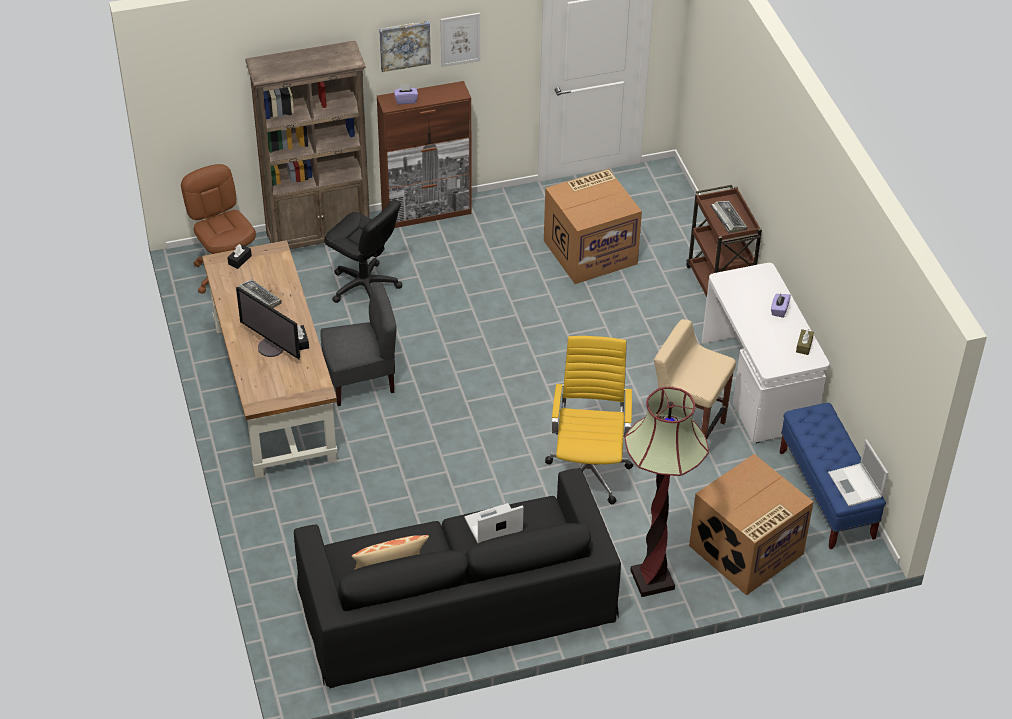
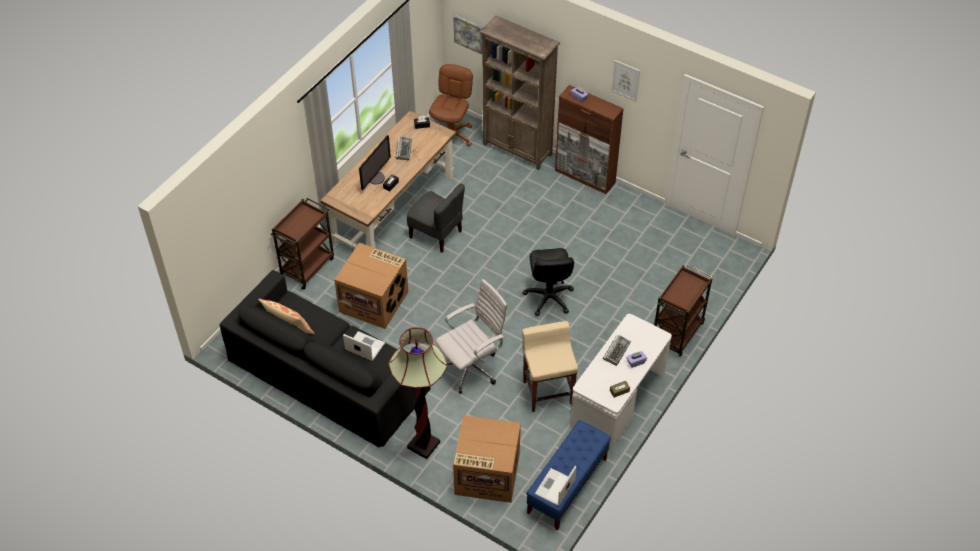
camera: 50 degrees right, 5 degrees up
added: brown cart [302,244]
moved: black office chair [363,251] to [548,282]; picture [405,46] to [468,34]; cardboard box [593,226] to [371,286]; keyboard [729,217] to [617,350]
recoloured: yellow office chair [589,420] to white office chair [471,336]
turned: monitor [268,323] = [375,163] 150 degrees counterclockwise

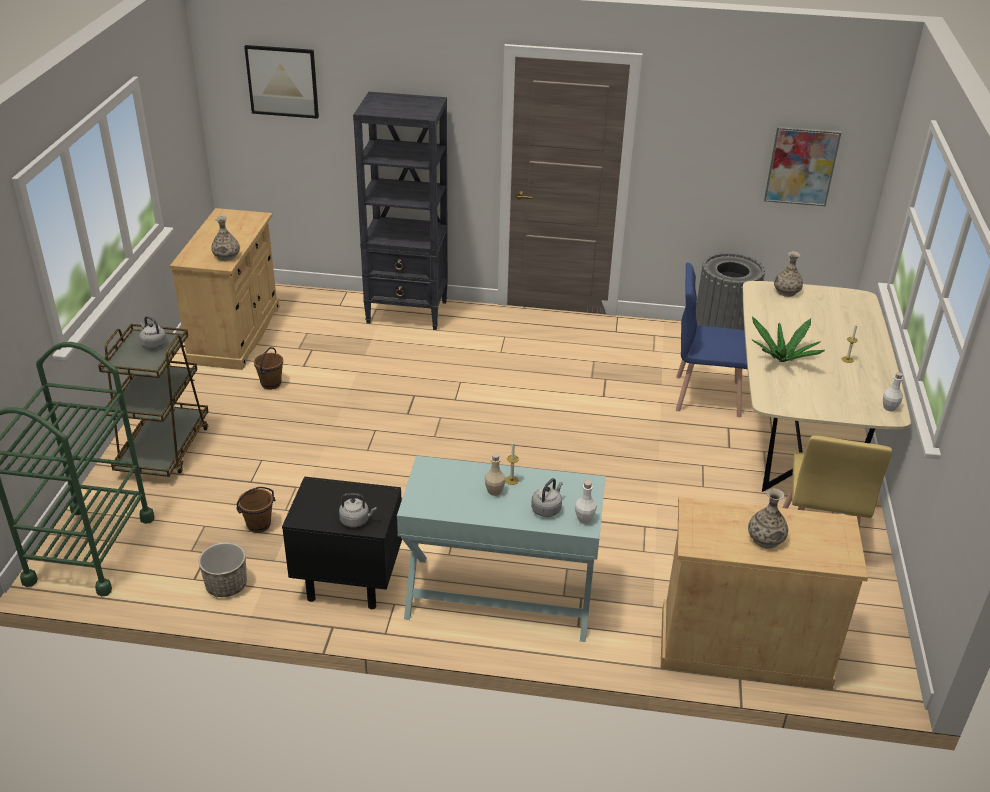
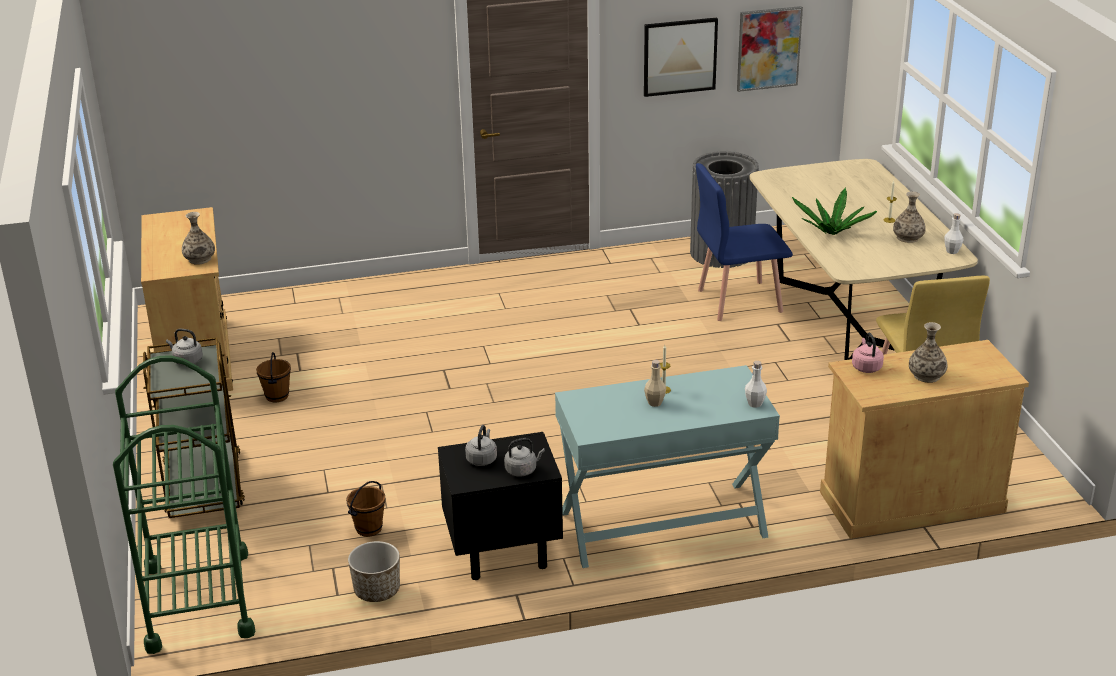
camera: 20 degrees left, 5 degrees down
removed: black bookcase [400,211]
added: pink kettle [868,353]
moved: picture [281,82] to [681,57]; grey kettle [547,497] to [481,445]; vase [788,274] to [909,217]

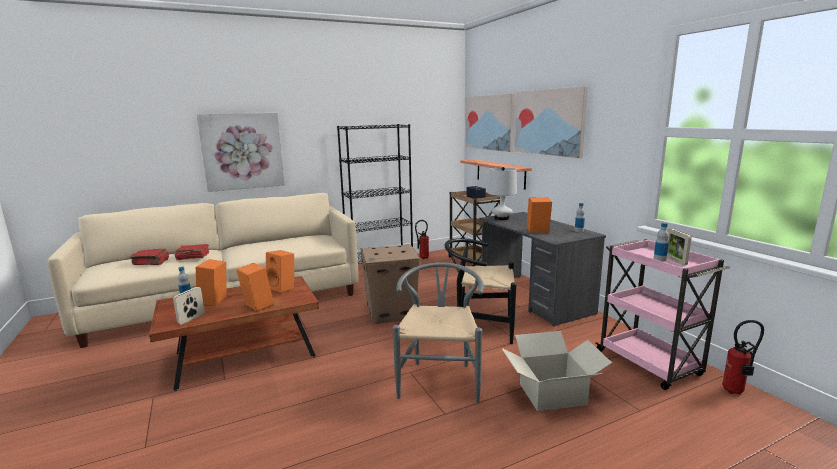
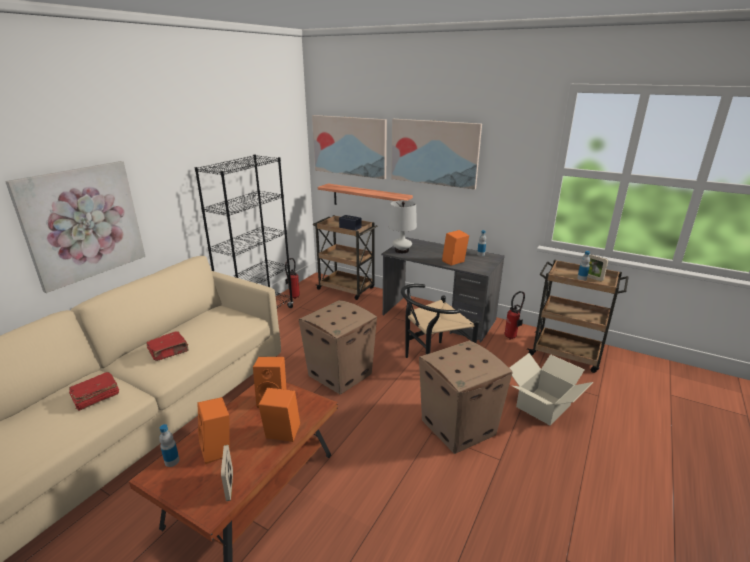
camera: 35 degrees left, 10 degrees up
moved: red book [149,256] to [167,346]; fire extinguisher [743,357] to [514,315]
replaced: grey chair [438,332] to cardboard box [466,397]
recoloured: pink cart [662,314] to brown cart [578,316]

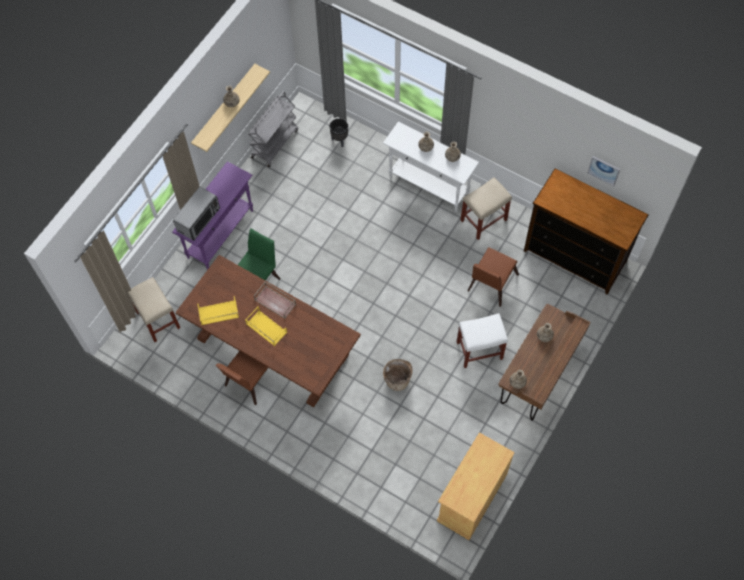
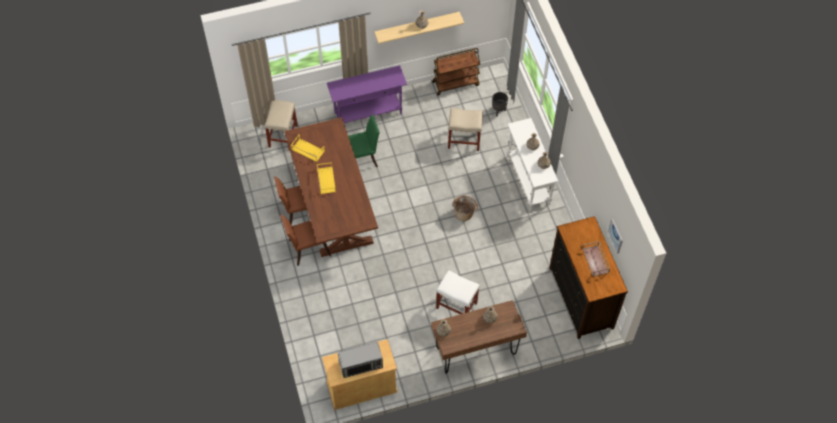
camera: 40 degrees right, 5 degrees down
moved: microwave [196,214] to [360,360]; brown tray [275,300] to [596,259]; basket [398,375] to [465,208]; beige stool [486,208] to [465,129]; brown chair [493,277] to [305,240]
recoloured: grey cart [273,129] to brown cart [456,71]

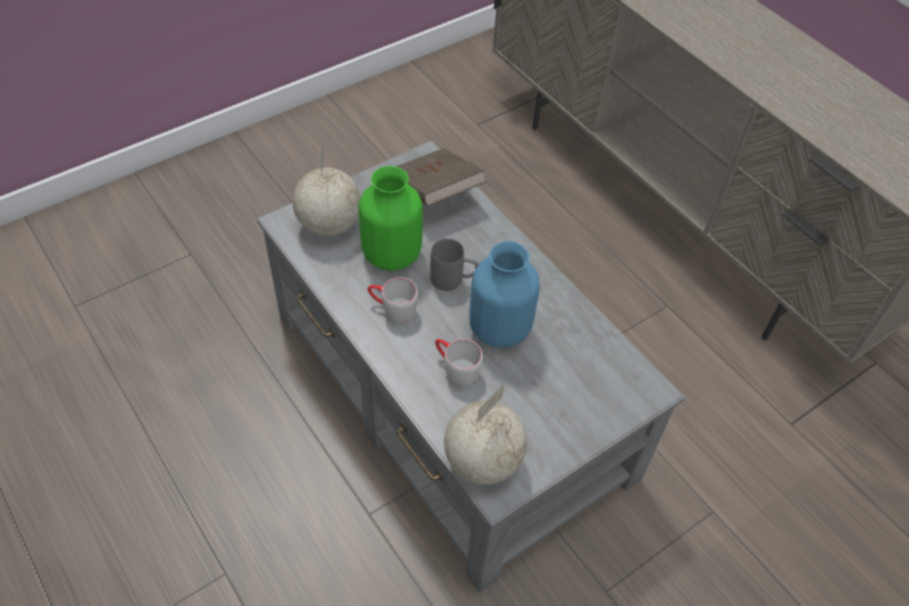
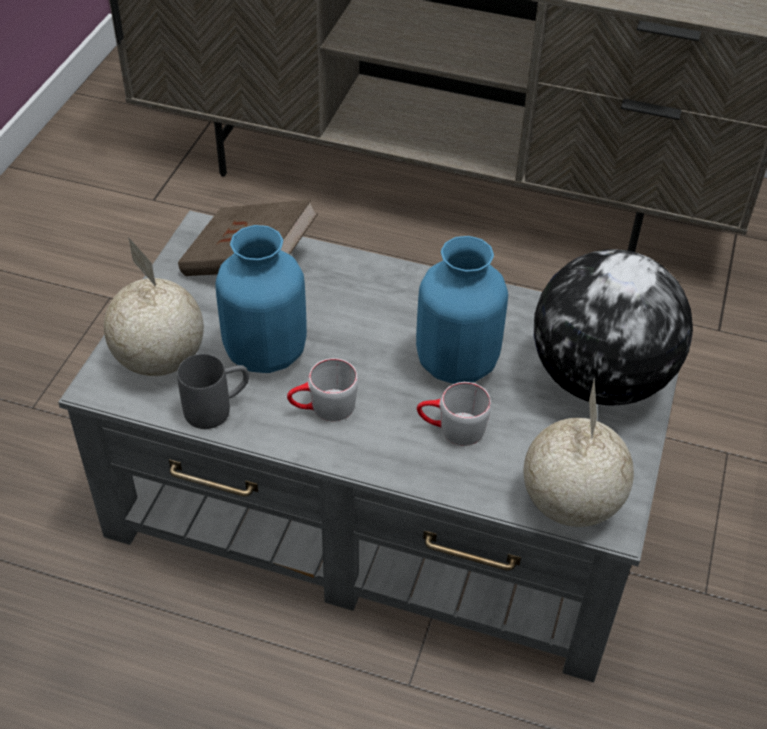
camera: 35 degrees left, 5 degrees down
added: globe [613,327]
moved: grey mug [454,265] to [213,391]
recoloured: green vase [390,218] to blue vase [261,299]

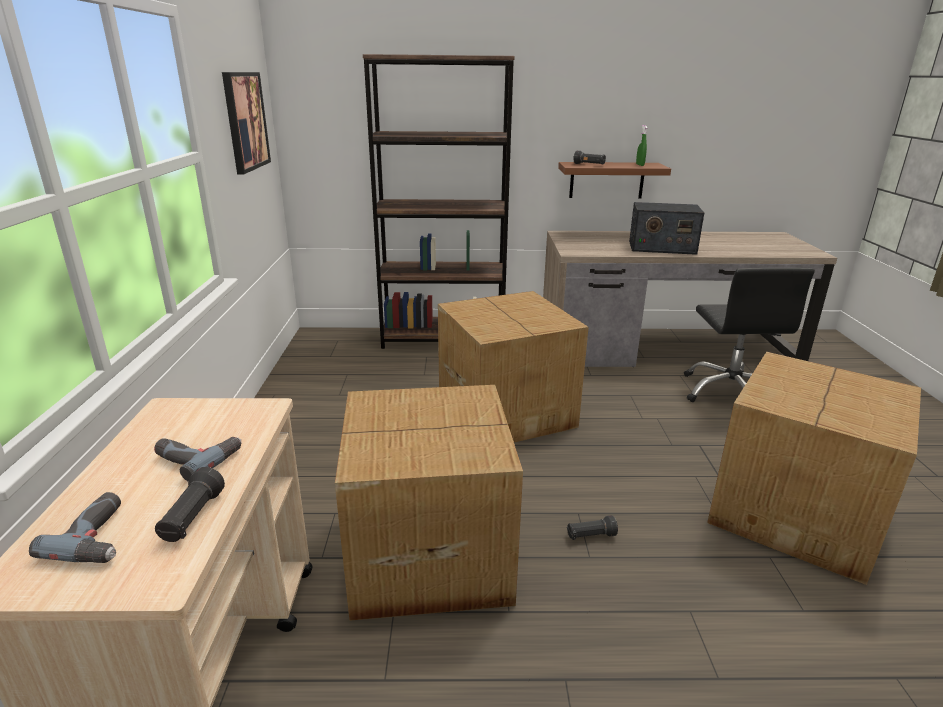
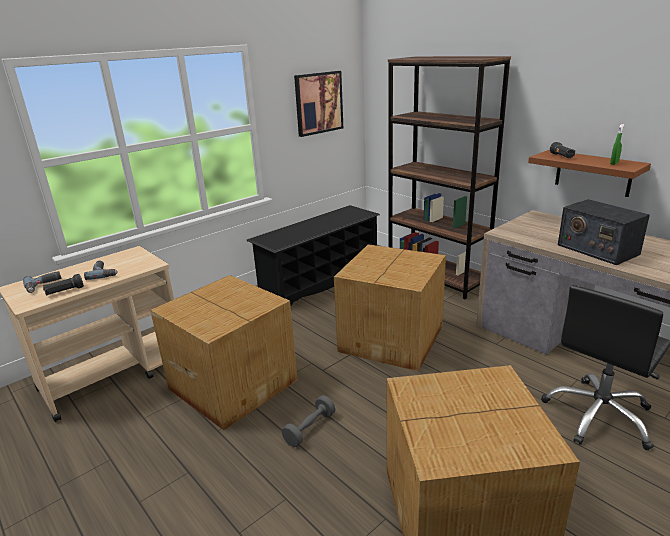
camera: 50 degrees right, 0 degrees up
added: black shoe rack [313,255]
replaced: black flashlight [592,527] to grey dumbbell [308,421]

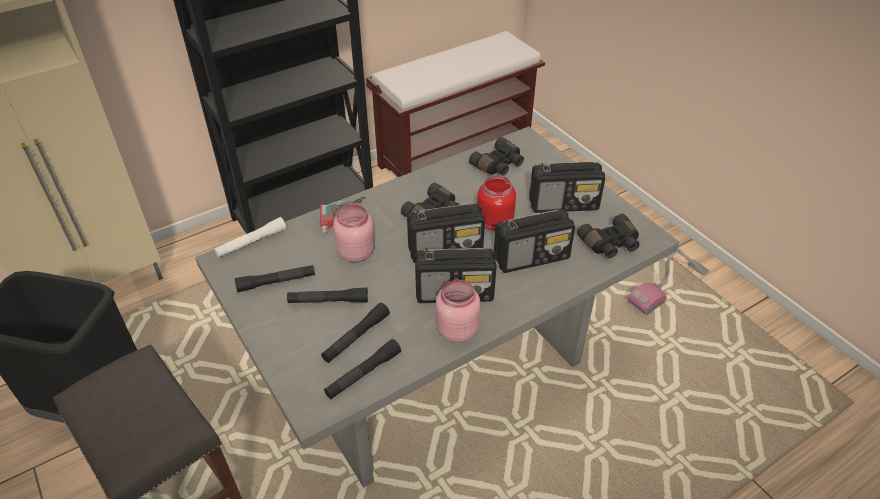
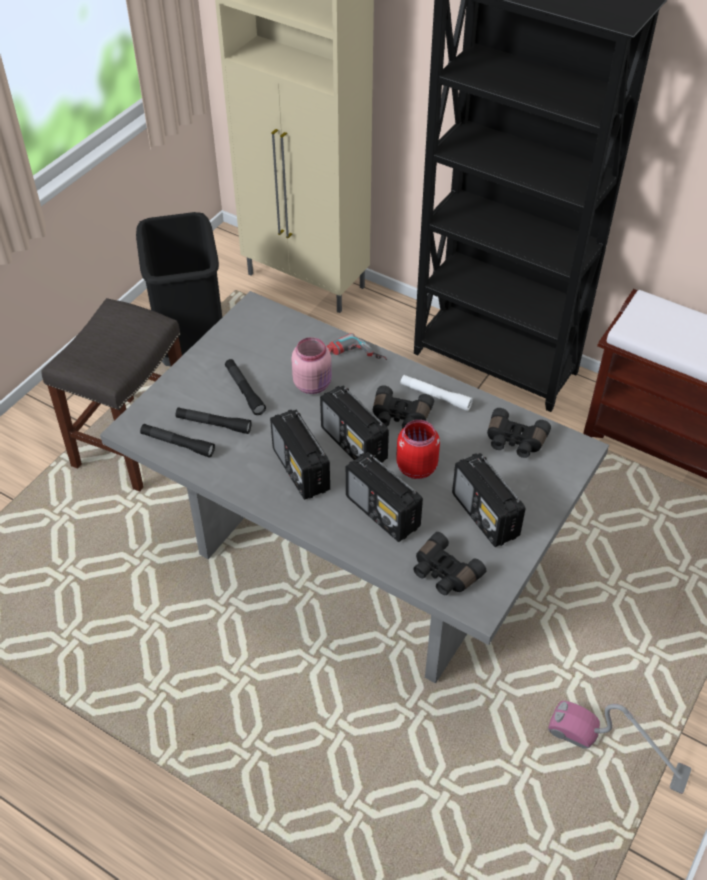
camera: 65 degrees right, 5 degrees up
removed: black flashlight [275,278]; pink jar [458,311]
moved: white flashlight [250,237] to [436,393]

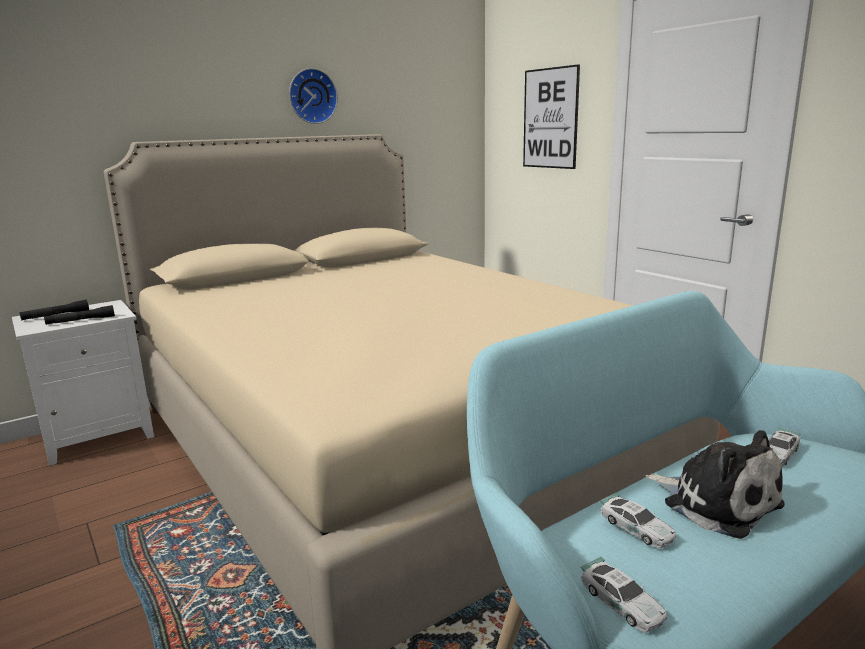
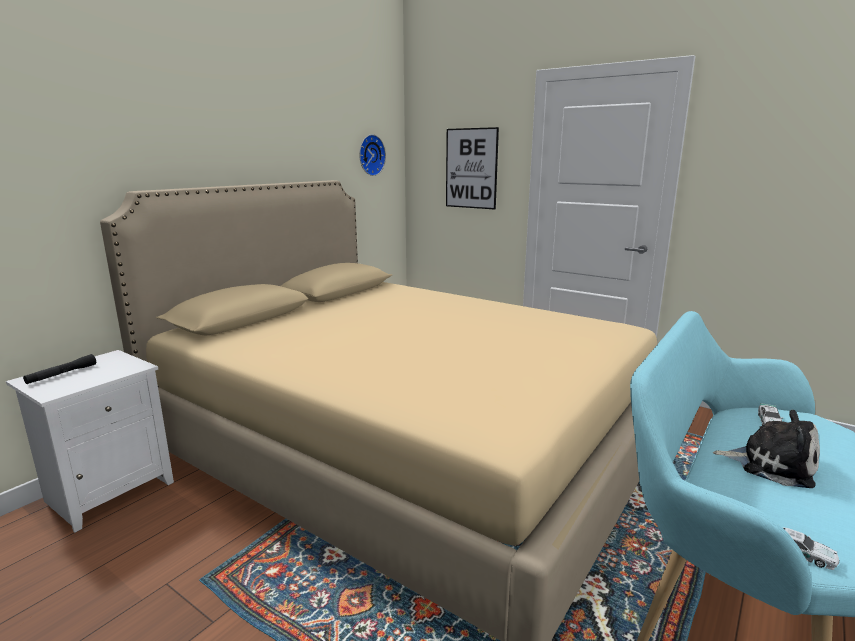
camera: 20 degrees left, 0 degrees up
removed: black flashlight [79,315]; toy car [638,521]
moved: wall clock [313,96] to [372,155]

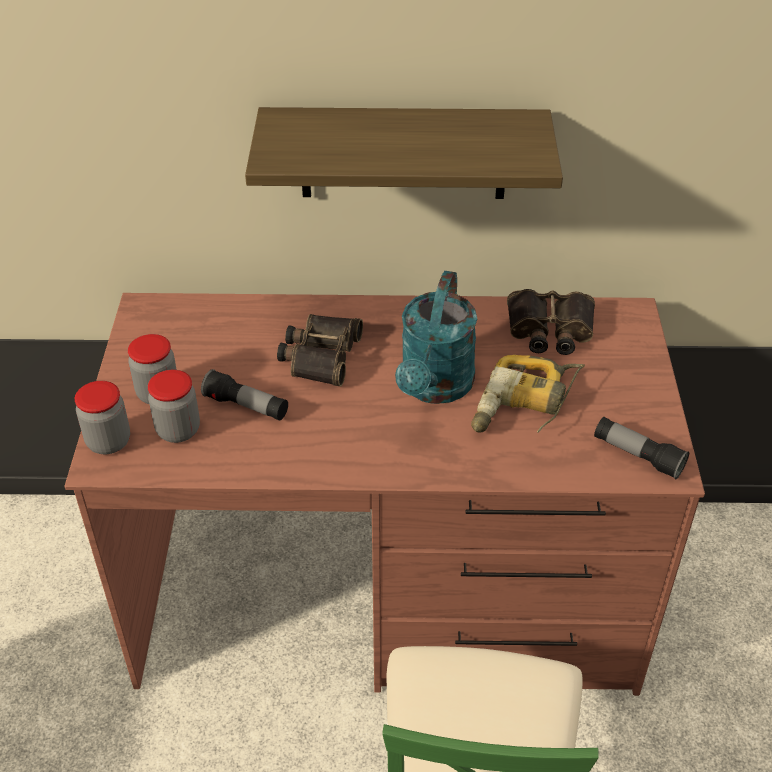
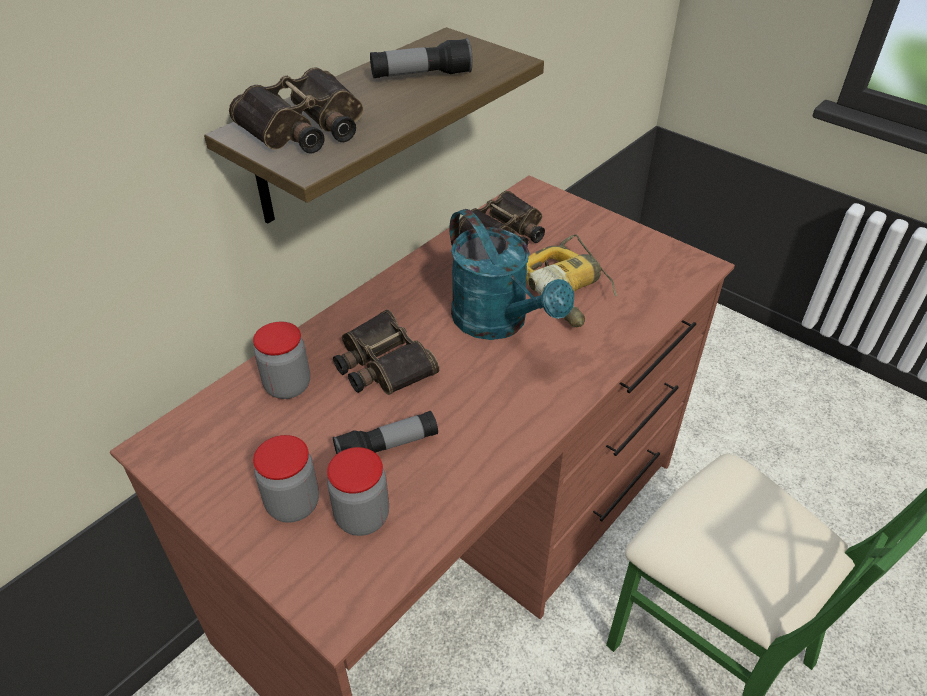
camera: 50 degrees left, 0 degrees up
added: binoculars [296,110]
moved: jar [102,417] to [281,360]; flashlight [641,448] to [421,58]

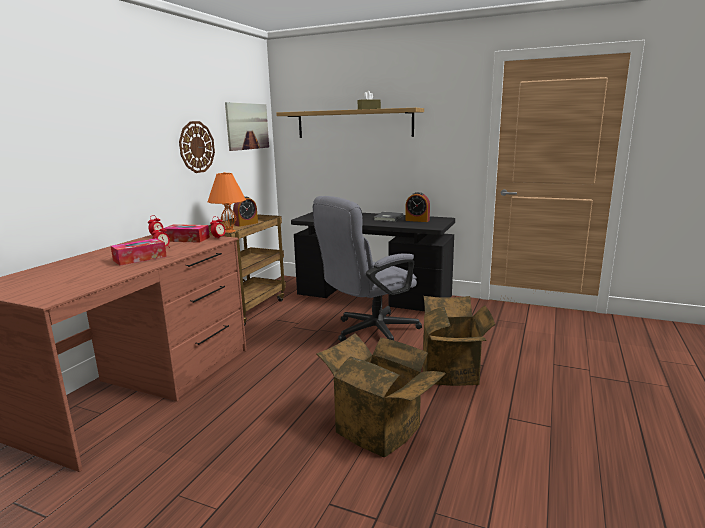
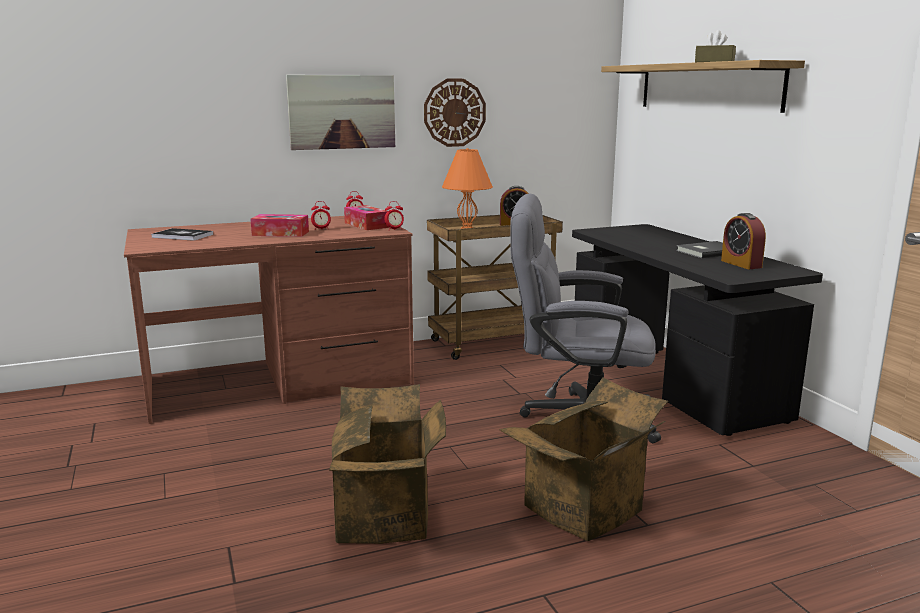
camera: 45 degrees right, 0 degrees up
added: book [182,234]
moved: picture [247,126] to [340,112]

